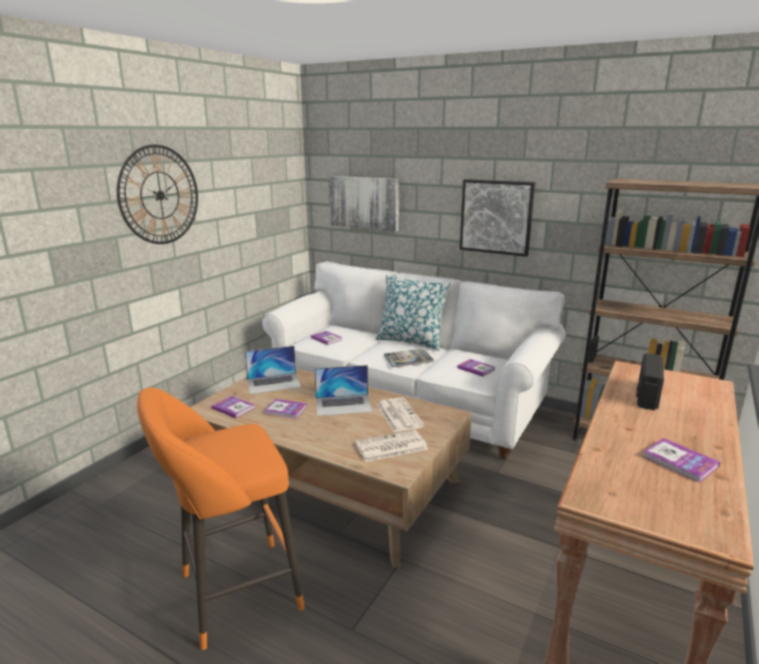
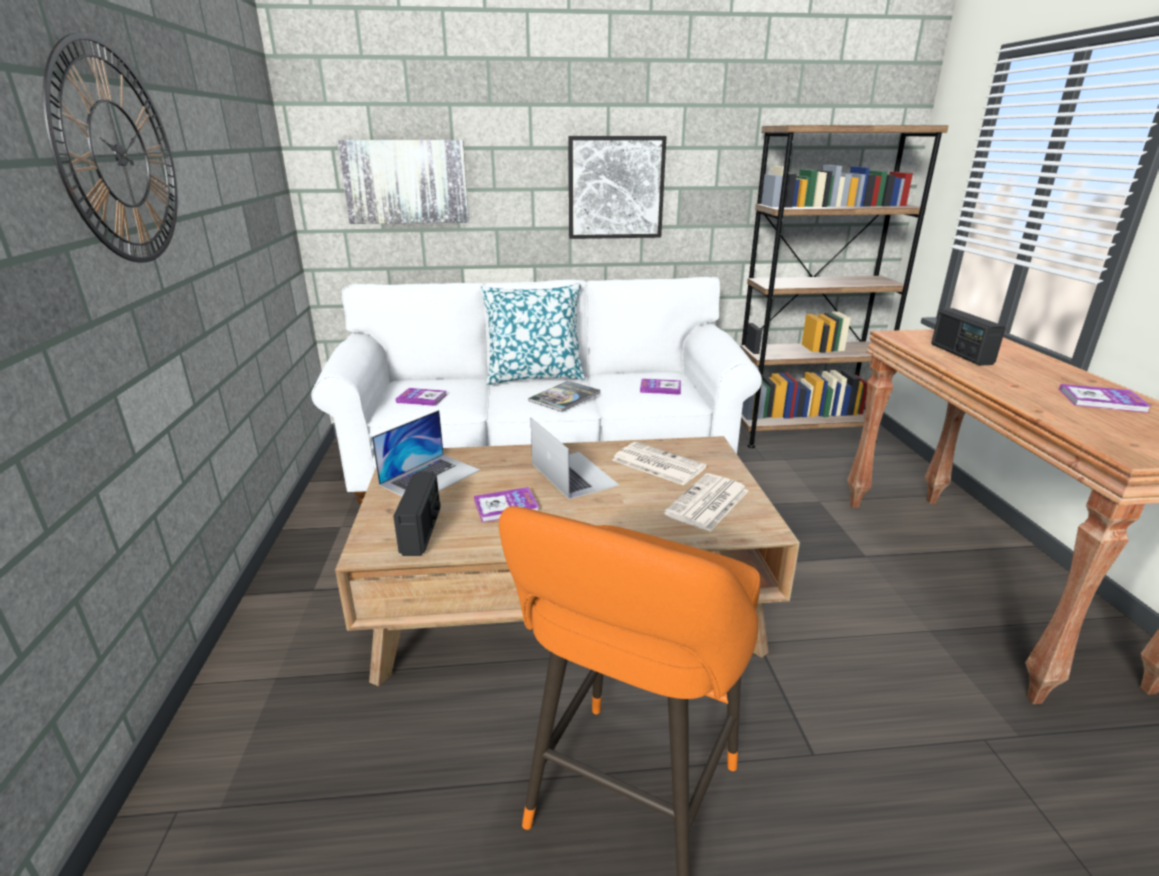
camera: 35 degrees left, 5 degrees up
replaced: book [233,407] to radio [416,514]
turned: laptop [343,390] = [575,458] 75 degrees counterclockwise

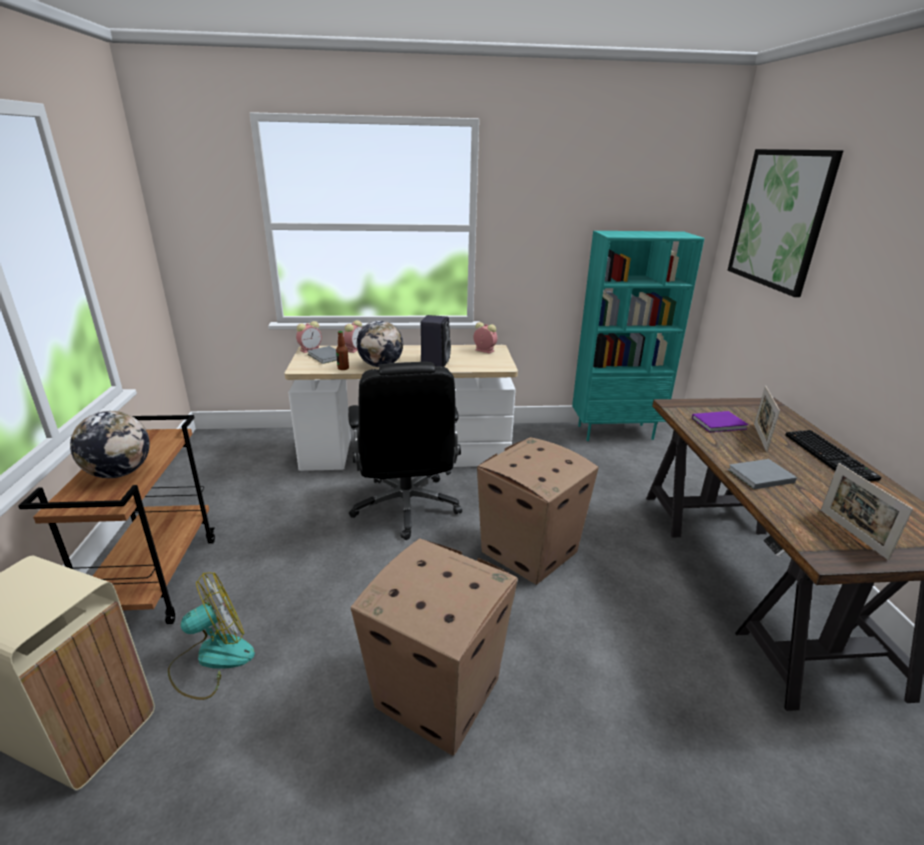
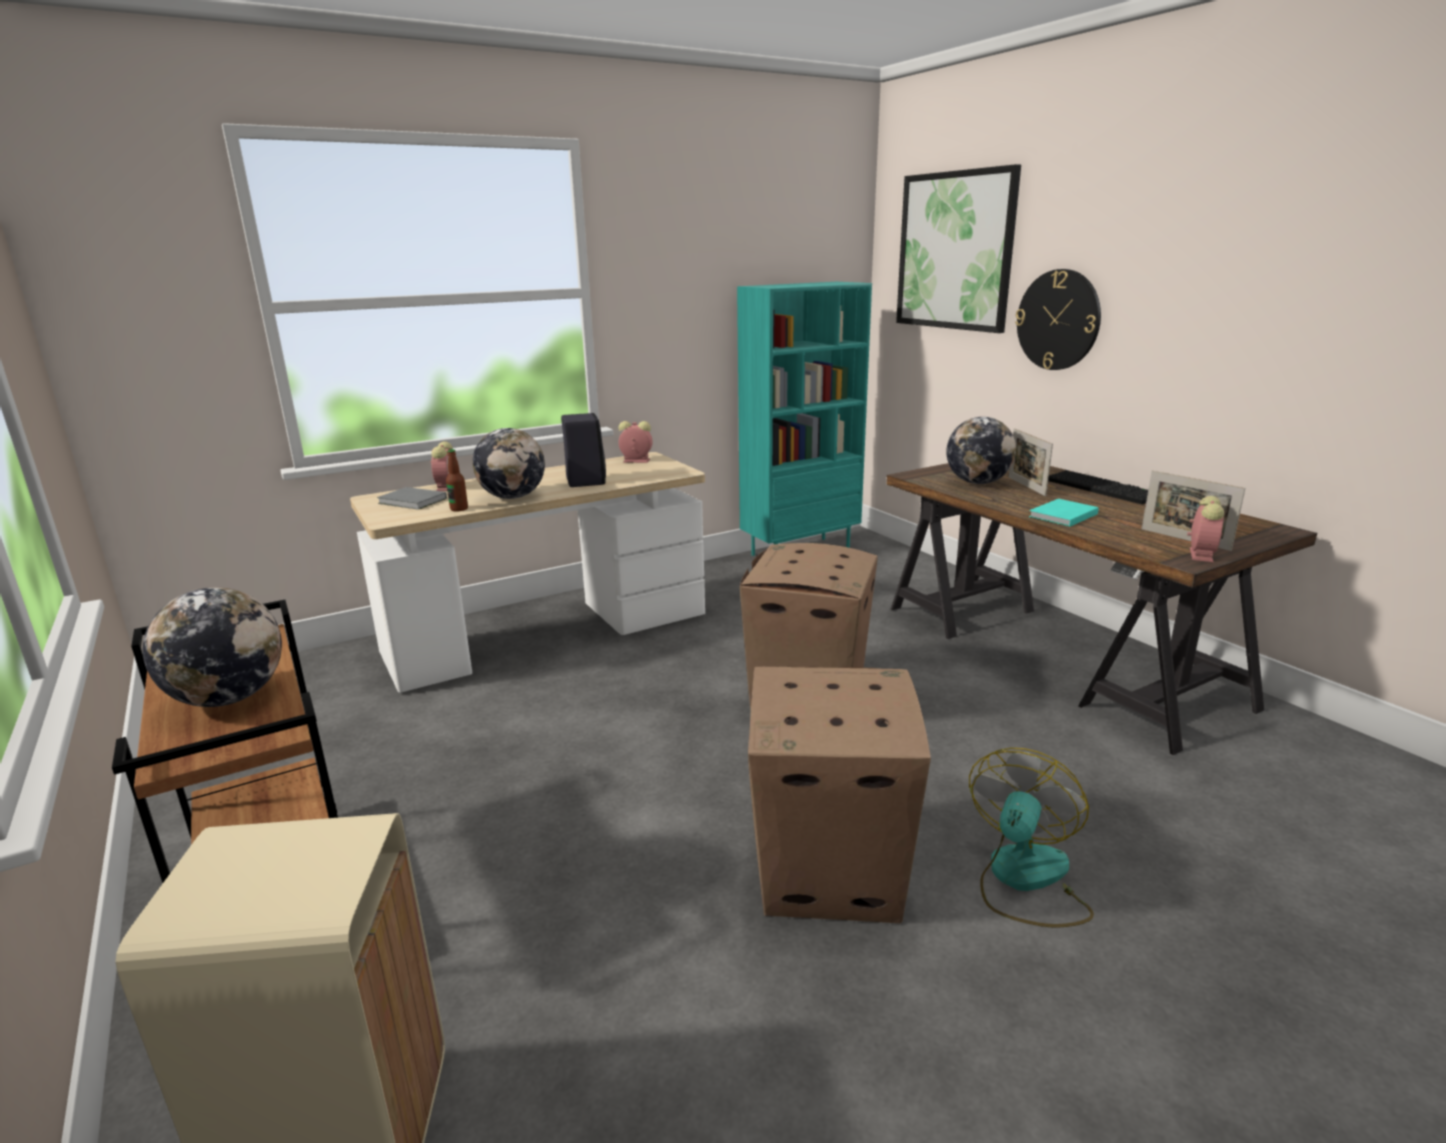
camera: 25 degrees left, 5 degrees down
removed: black office chair [405,451]
added: wall clock [1058,319]
moved: fan [211,636] to [1031,838]; alarm clock [309,337] to [1205,529]
replaced: purple book [720,421] to globe [981,450]
recoloured: grey book [762,474] to turquoise book [1064,513]

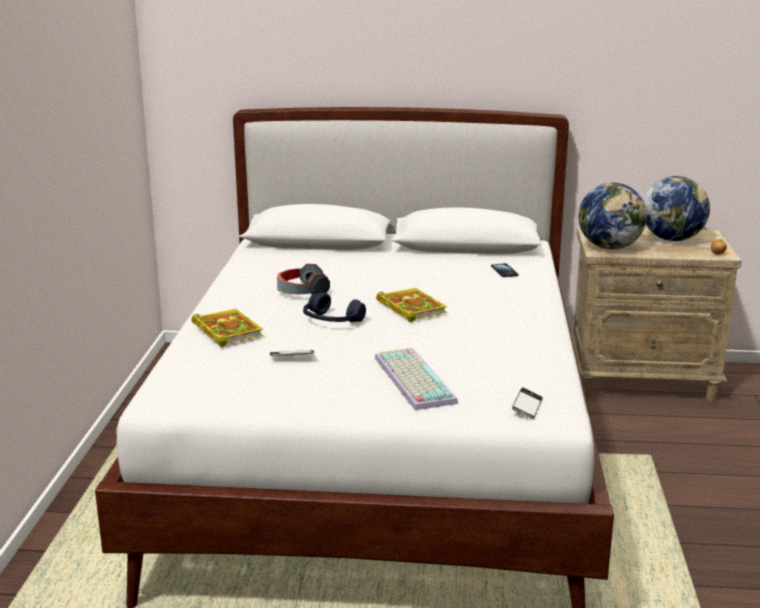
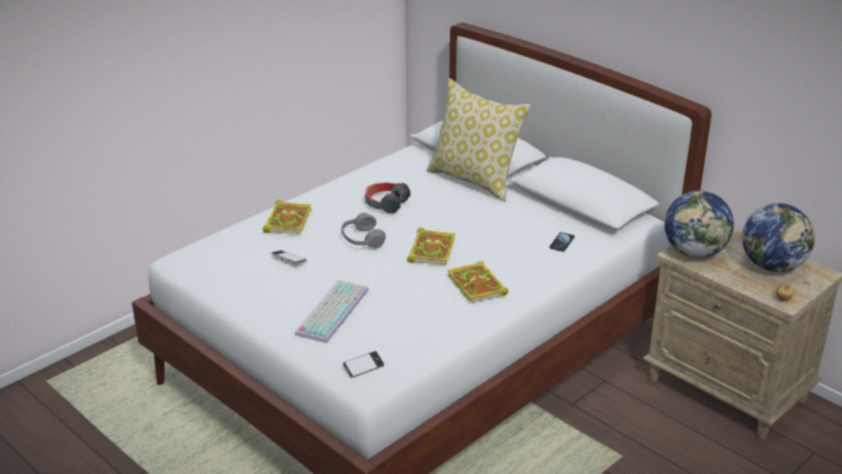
camera: 40 degrees right, 10 degrees up
added: pillow [479,140]; book [477,282]
recoloured: blue headphones [334,307] to grey headphones [363,230]

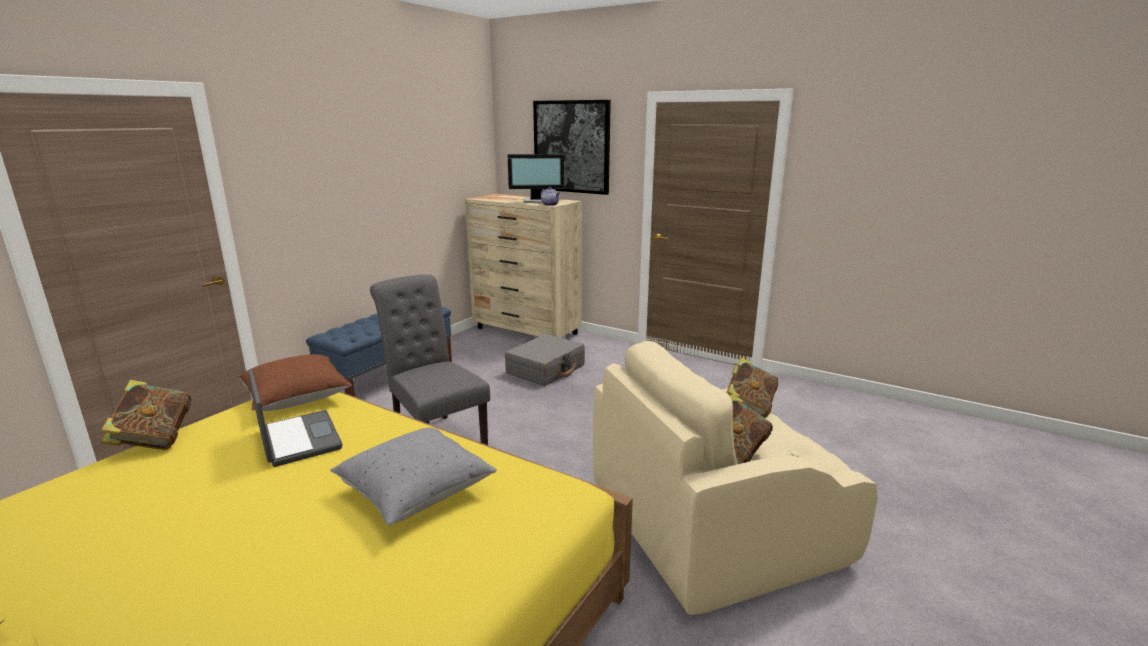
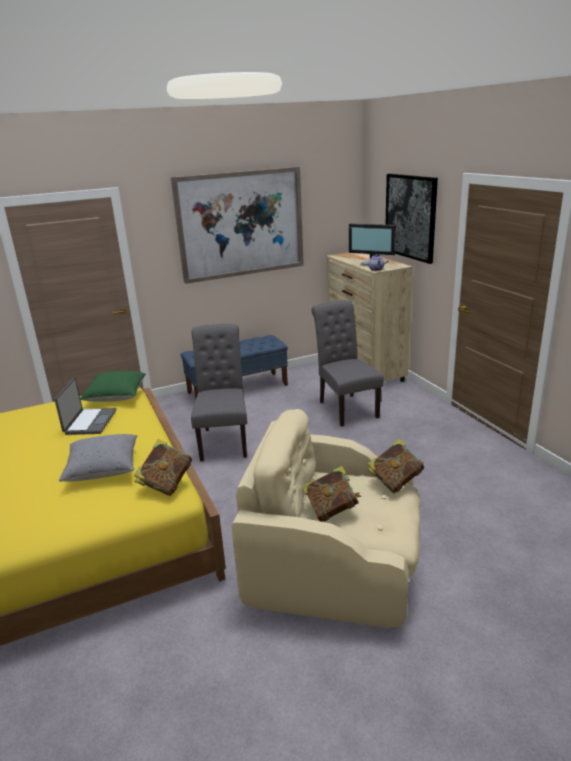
camera: 35 degrees right, 5 degrees up
added: picture [237,225]
moved: book [146,415] to [163,467]
replaced: grey suitcase [545,360] to grey chair [347,363]
recoloured: brown pillow [295,382] to green pillow [113,386]

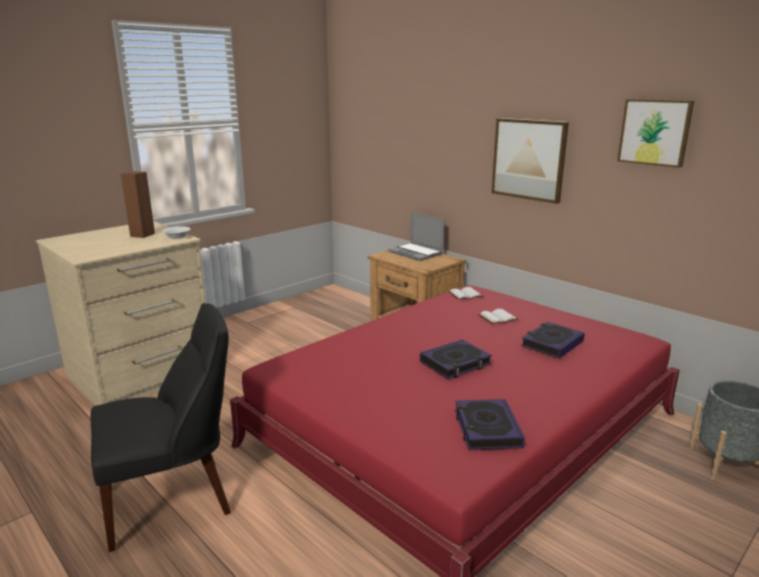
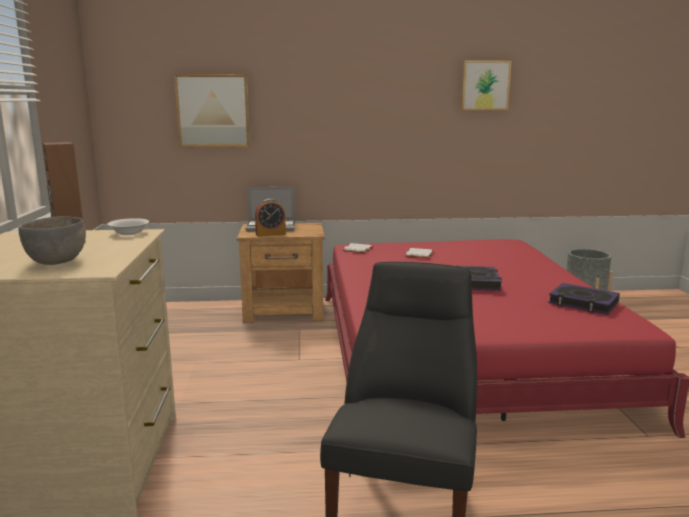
camera: 50 degrees left, 5 degrees down
removed: book [552,340]
added: grey bowl [52,240]; alarm clock [270,218]
moved: picture [530,161] to [212,110]

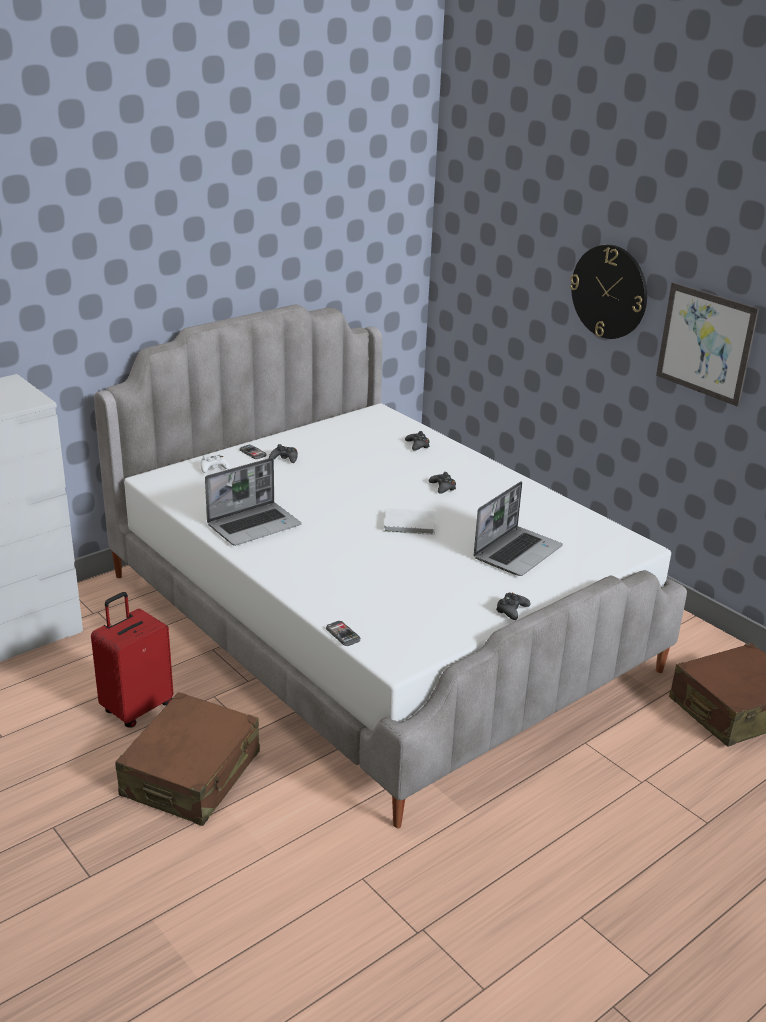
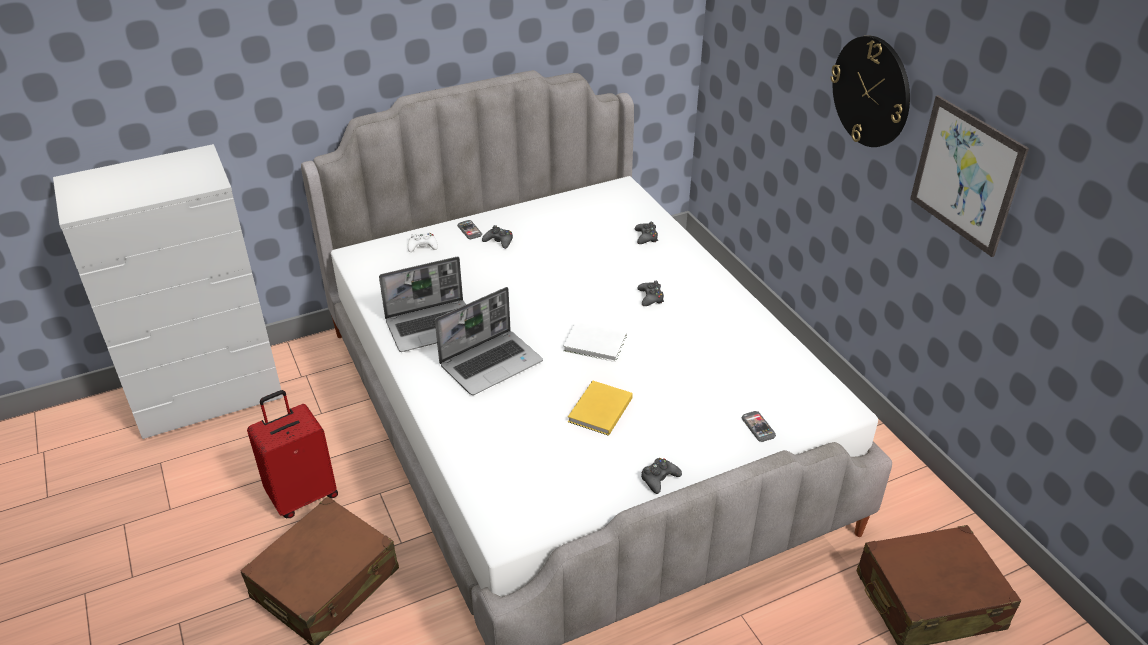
camera: 15 degrees right, 10 degrees up
added: yellow book [600,408]
moved: phone [343,633] to [759,426]; laptop [518,528] to [489,341]

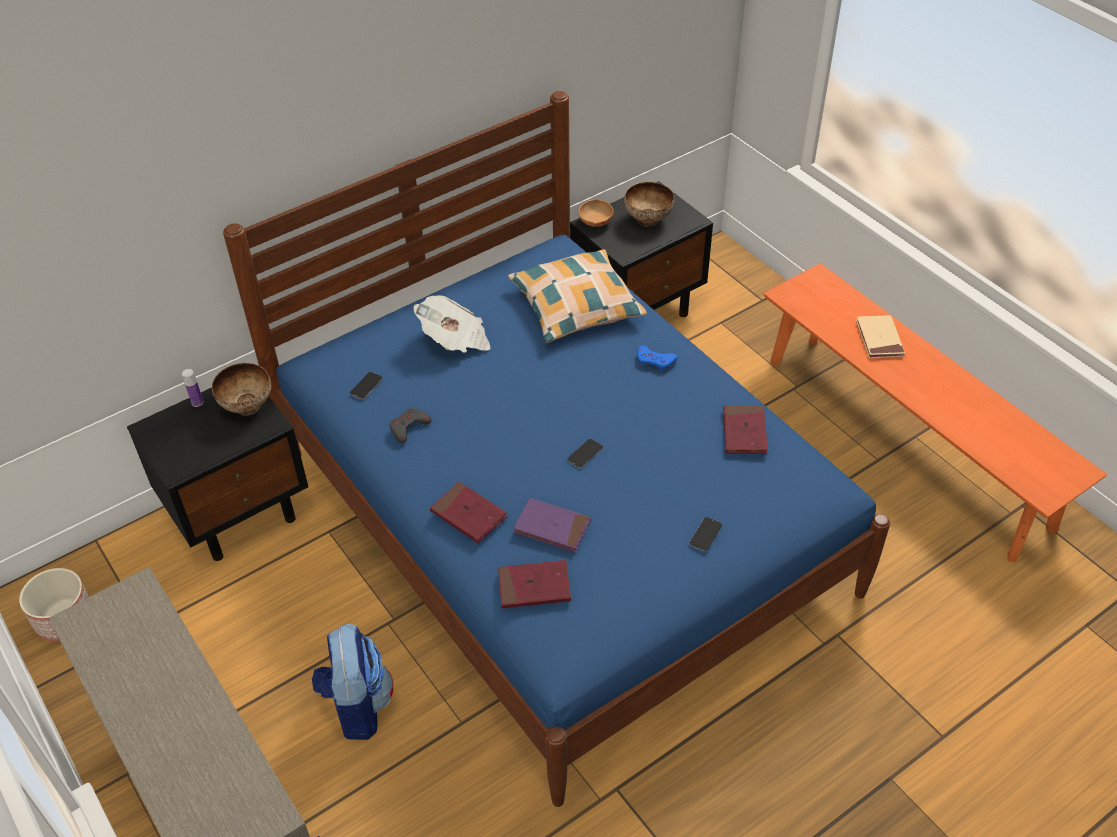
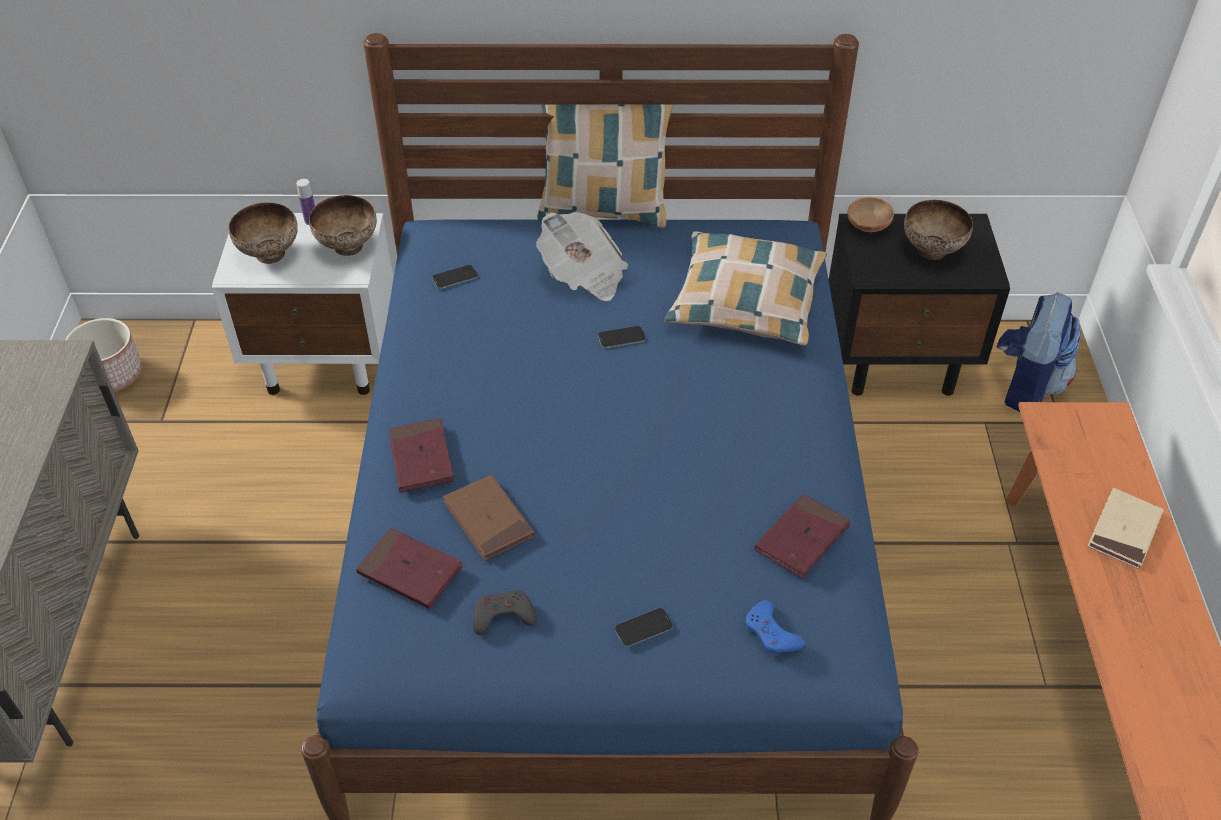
camera: 35 degrees right, 0 degrees up
added: bowl [263,233]; pillow [605,166]
moved: backpack [353,682] to [1038,352]; grey game controller [410,425] to [505,612]; phone [585,453] to [621,337]; blue game controller [657,358] to [775,627]
recoloured: black nightstand [217,474] to white nightstand [302,304]; purple book [552,525] to brown book [488,518]

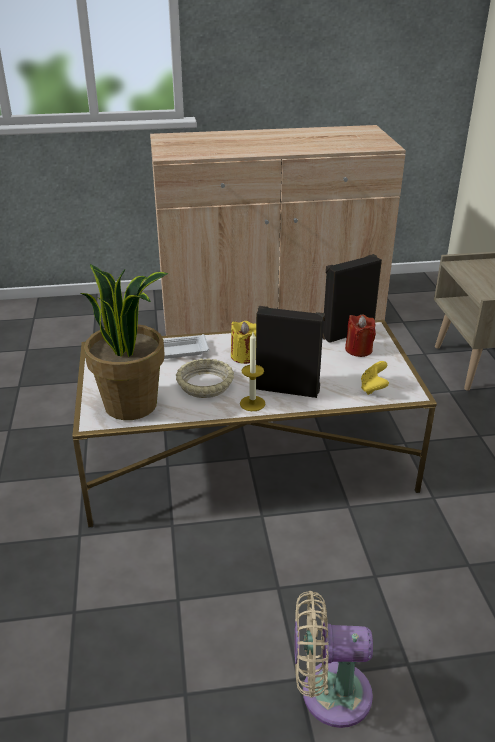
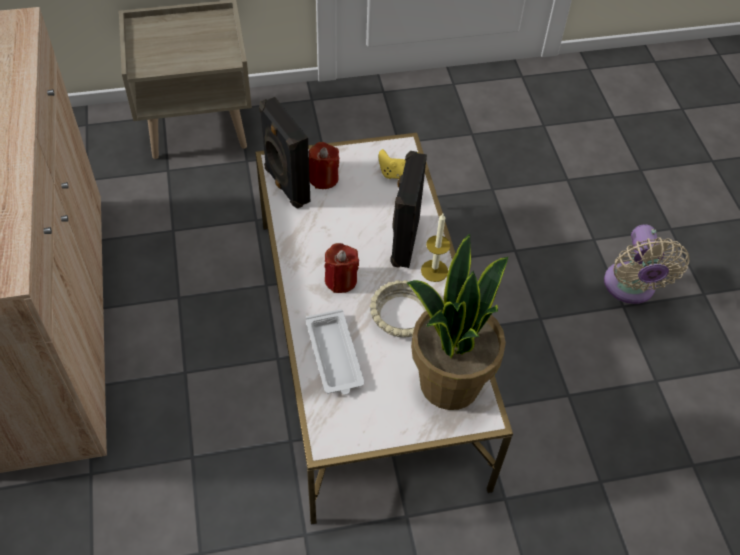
camera: 95 degrees left, 20 degrees up
recoloured: yellow candle [243,342] to red candle [342,268]

